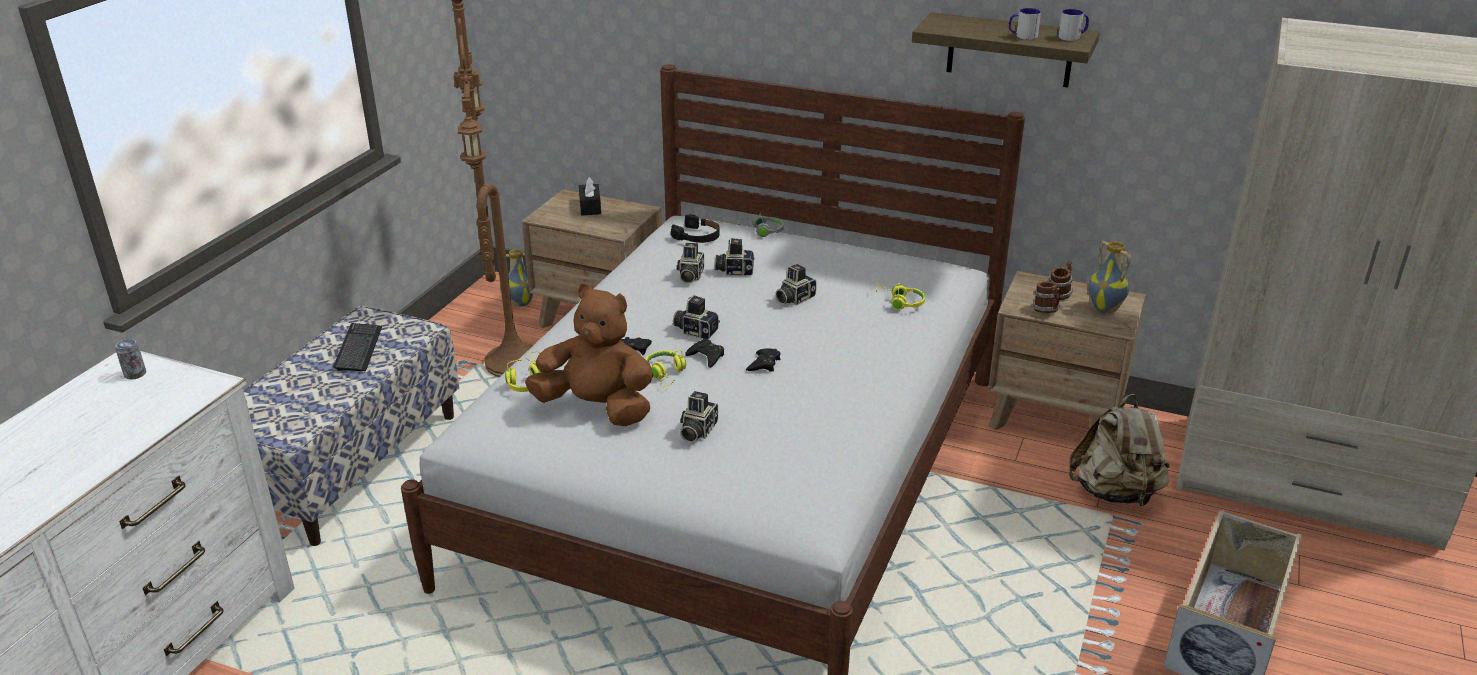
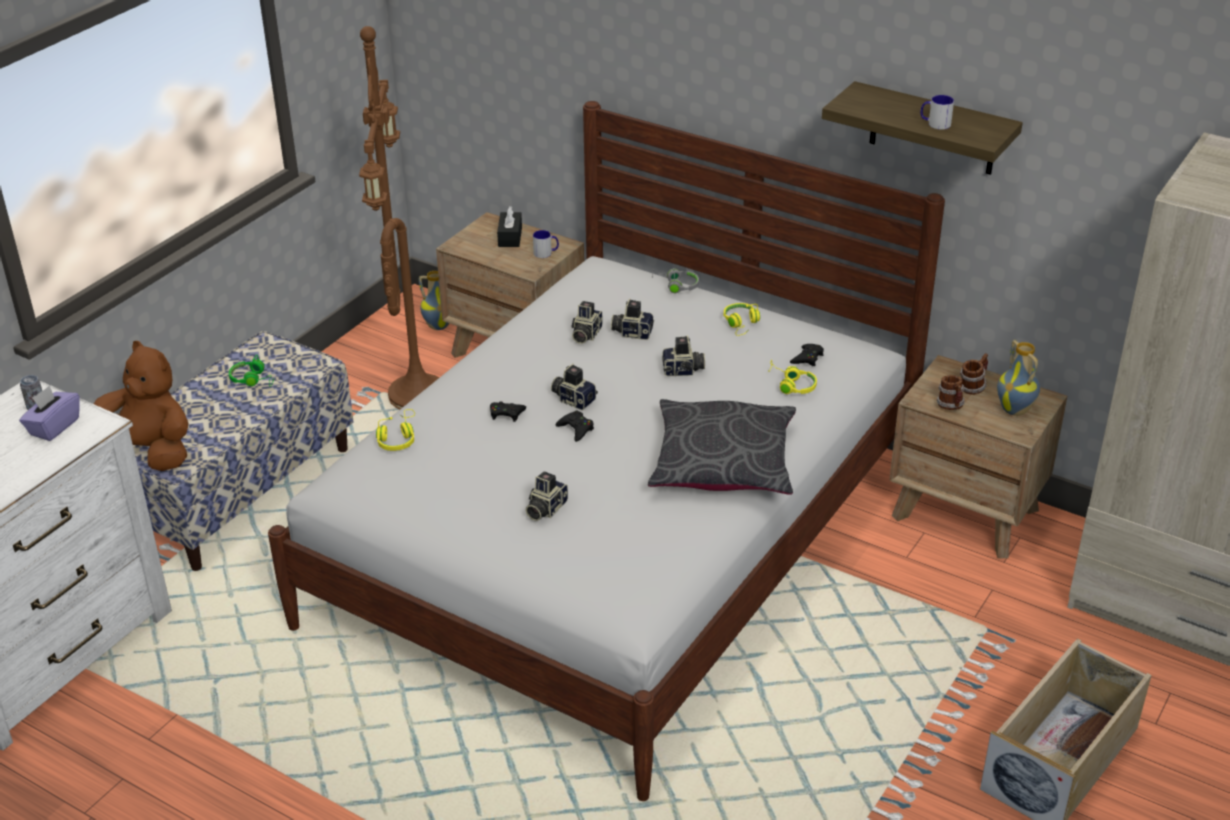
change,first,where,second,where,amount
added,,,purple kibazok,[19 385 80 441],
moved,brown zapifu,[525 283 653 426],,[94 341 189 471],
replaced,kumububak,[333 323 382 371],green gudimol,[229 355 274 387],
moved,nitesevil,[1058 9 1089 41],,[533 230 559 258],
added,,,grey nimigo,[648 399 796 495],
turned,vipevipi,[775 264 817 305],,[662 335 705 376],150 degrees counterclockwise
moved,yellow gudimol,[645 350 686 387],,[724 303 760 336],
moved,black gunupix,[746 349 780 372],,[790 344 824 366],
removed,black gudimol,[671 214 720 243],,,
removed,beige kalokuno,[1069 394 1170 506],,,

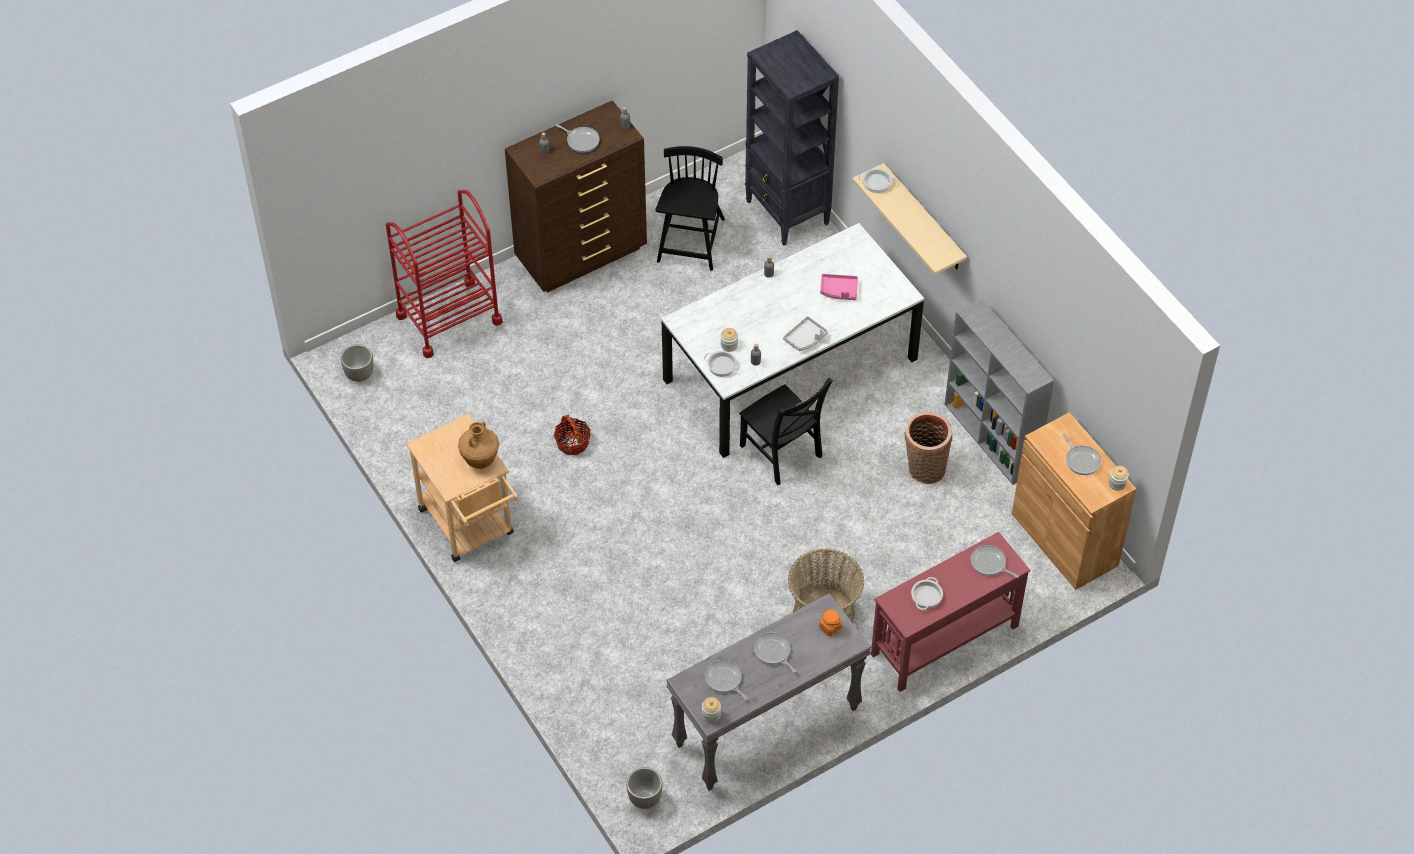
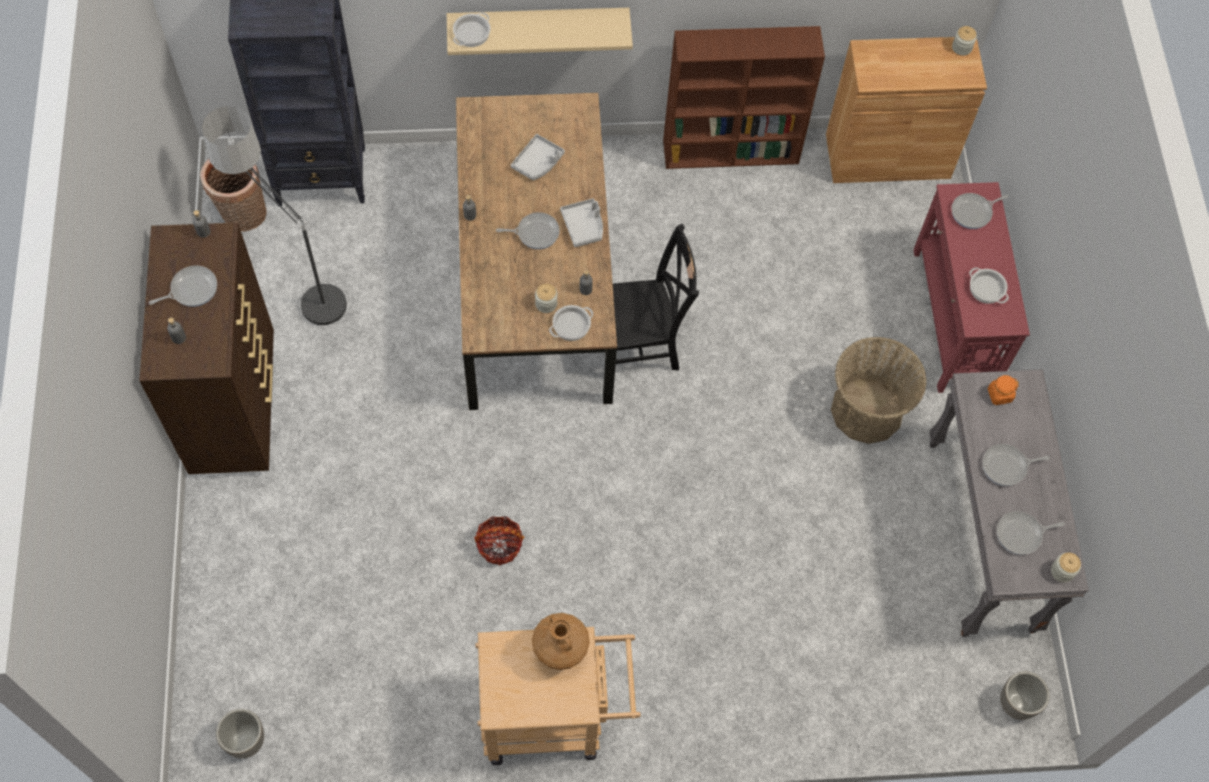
change,first,where,second,where,amount
moved,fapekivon,[904 412 952 484],,[200 159 267 232],
replaced,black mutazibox,[655 146 725 271],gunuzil,[202 106 347 326],
recoloured,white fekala,[661 223 924 458],brown fekala,[456 93 617 410],
moved,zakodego,[1062 434 1101 475],,[496 212 560 249],
recoloured,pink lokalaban,[820 274 858 300],grey lokalaban,[511 134 565 180],
recoloured,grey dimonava,[945 299 1054 485],brown dimonava,[663 26 825 169],
removed,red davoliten,[386 190 503 358],,,

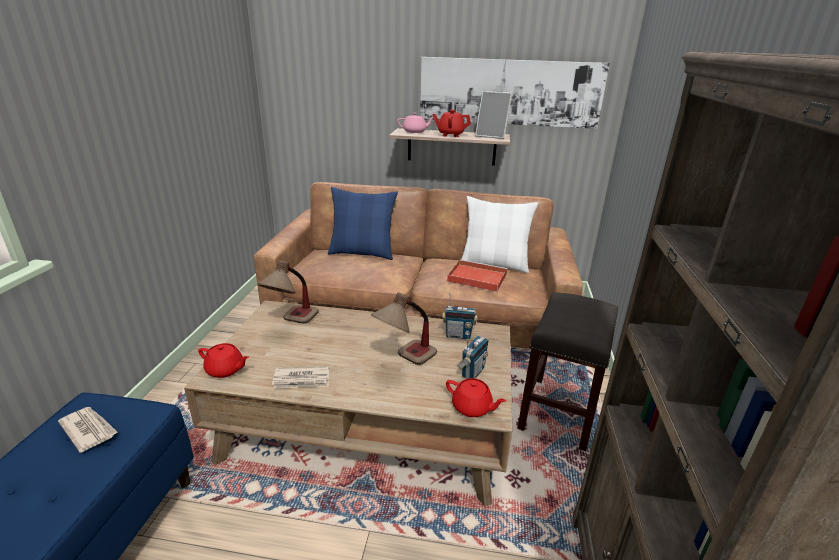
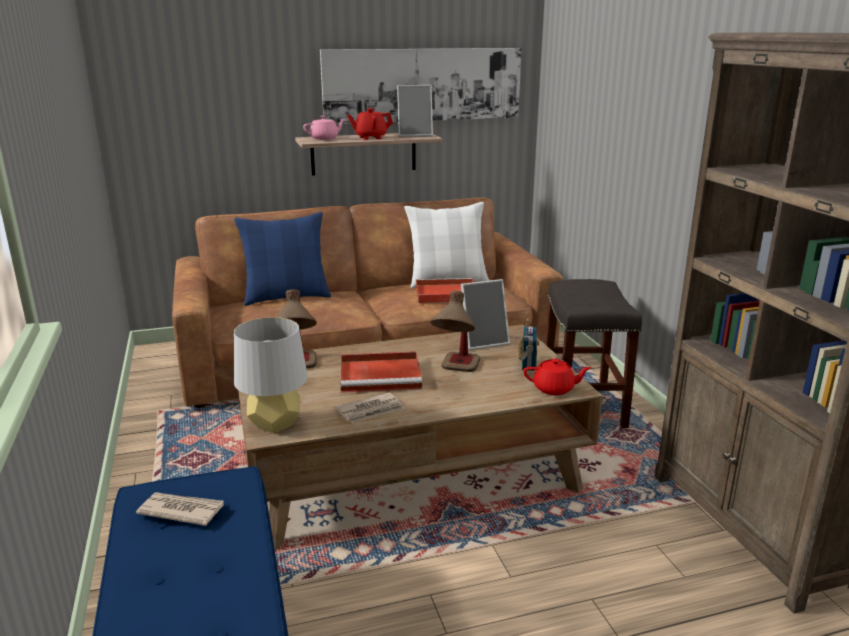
change,first,where,second,where,amount
replaced,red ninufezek,[198 343 249 378],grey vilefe,[234 317 308 433],
added,,,red lokalaban,[340 351 422 393],
replaced,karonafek,[442 292 478 339],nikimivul,[461 279 510 350],

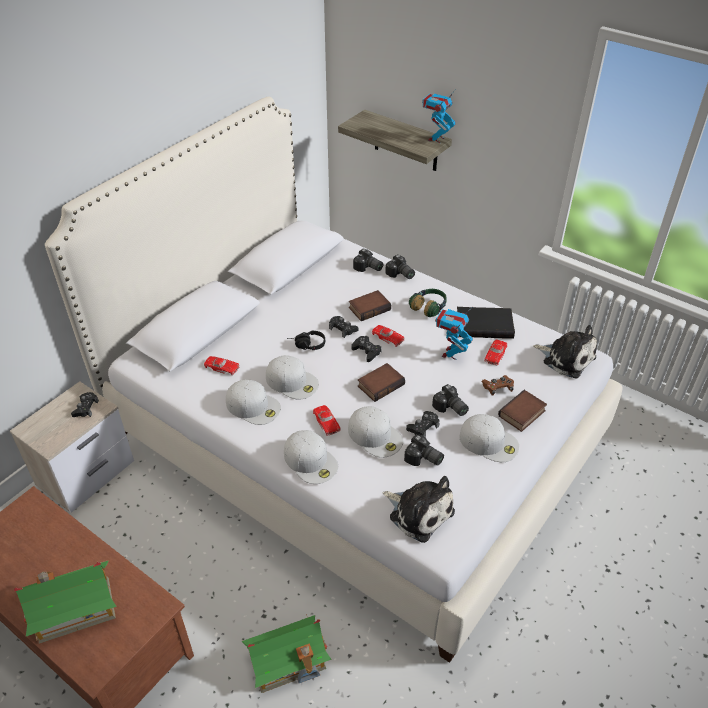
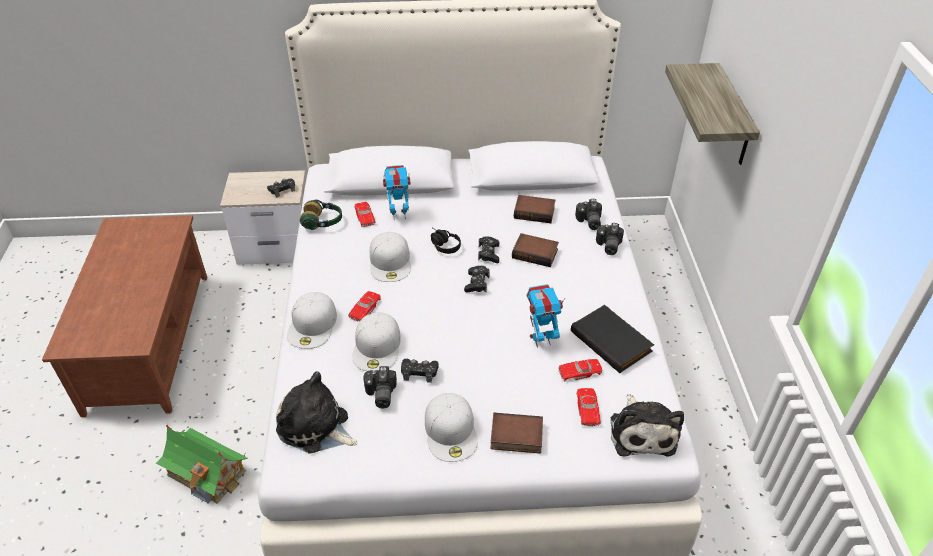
change,first,where,second,where,amount
turned,zapifu,[383 476 455 543],,[276 371 358 453],120 degrees clockwise
moved,gudimol,[409 289 447 317],,[300 200 342 230],
moved,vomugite,[422 90 456 143],,[383 165 410 220],
moved,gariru,[358 363 405 402],,[514 195 555 223],
moved,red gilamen,[372 325 405 347],,[577 388 601 427],
removed,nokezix,[14 560 117 644],,,
removed,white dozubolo,[226 379 281 425],,,
removed,vipevipi,[432 384 469 416],,,
removed,brown gunupix,[482 375 514 396],,,

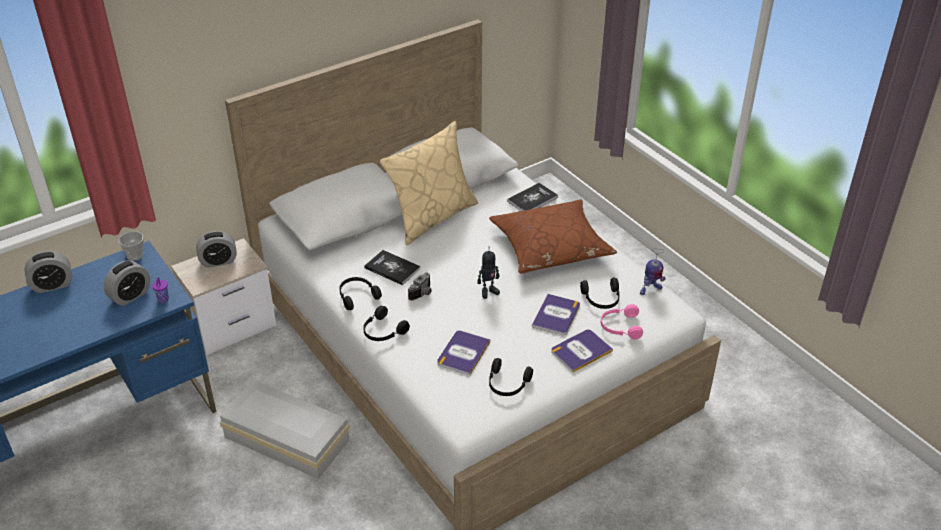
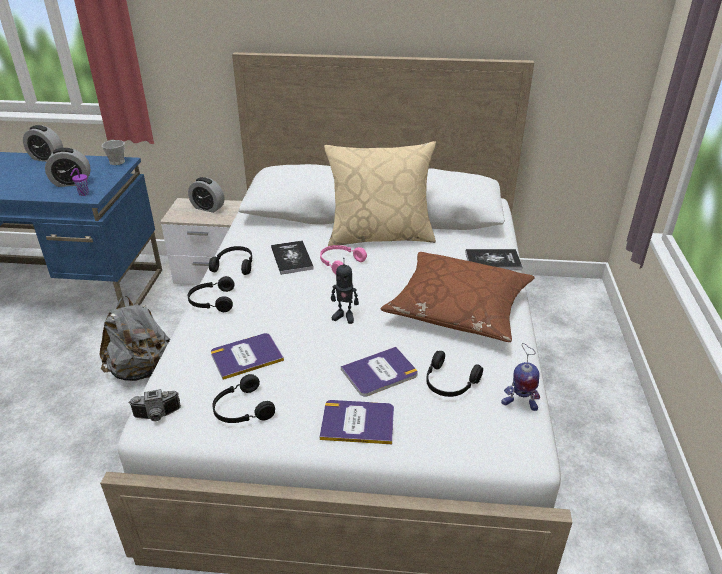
change,first,where,second,where,amount
replaced,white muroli,[220 380 350 479],grey kalokuno,[100 296 170 381],
moved,vipevipi,[408 273 432 300],,[129 389 181 421],
moved,pink gudimol,[601 304 643 339],,[320 245 367 275],

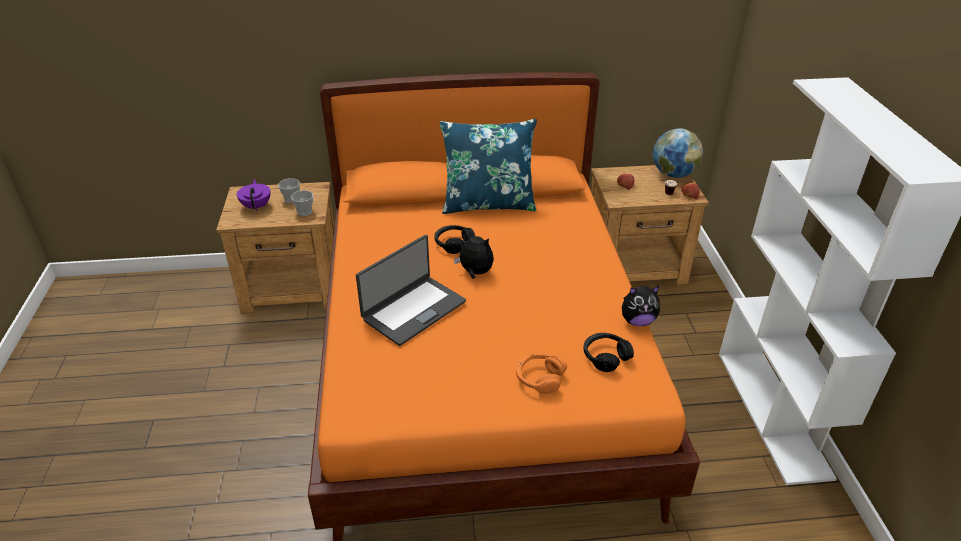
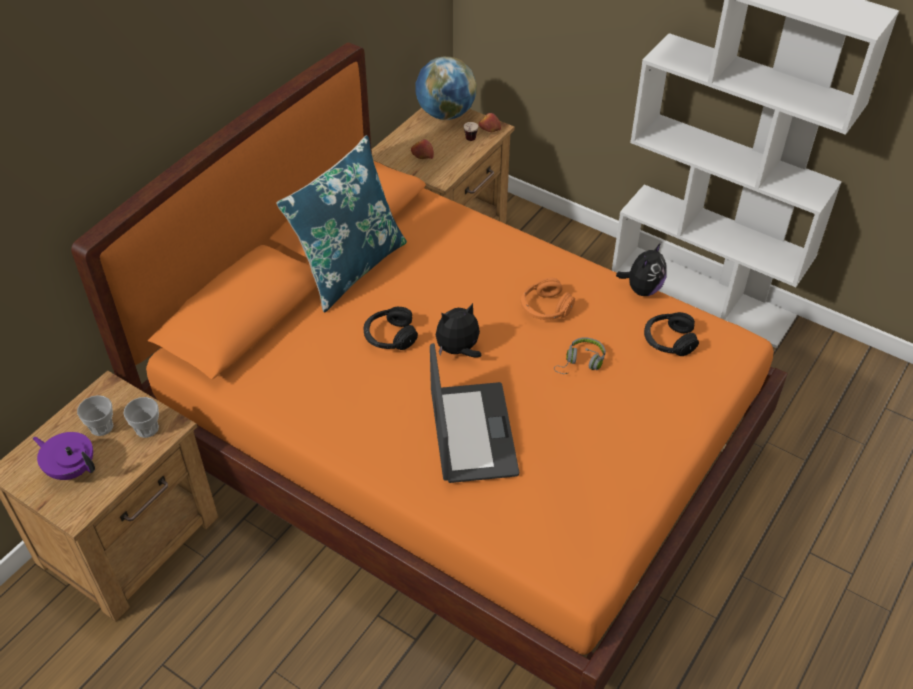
change,first,where,second,where,amount
moved,orange gudimol,[516 354 567 394],,[521 278 575 320],
added,,,grey gudimol,[554 337 606 374],

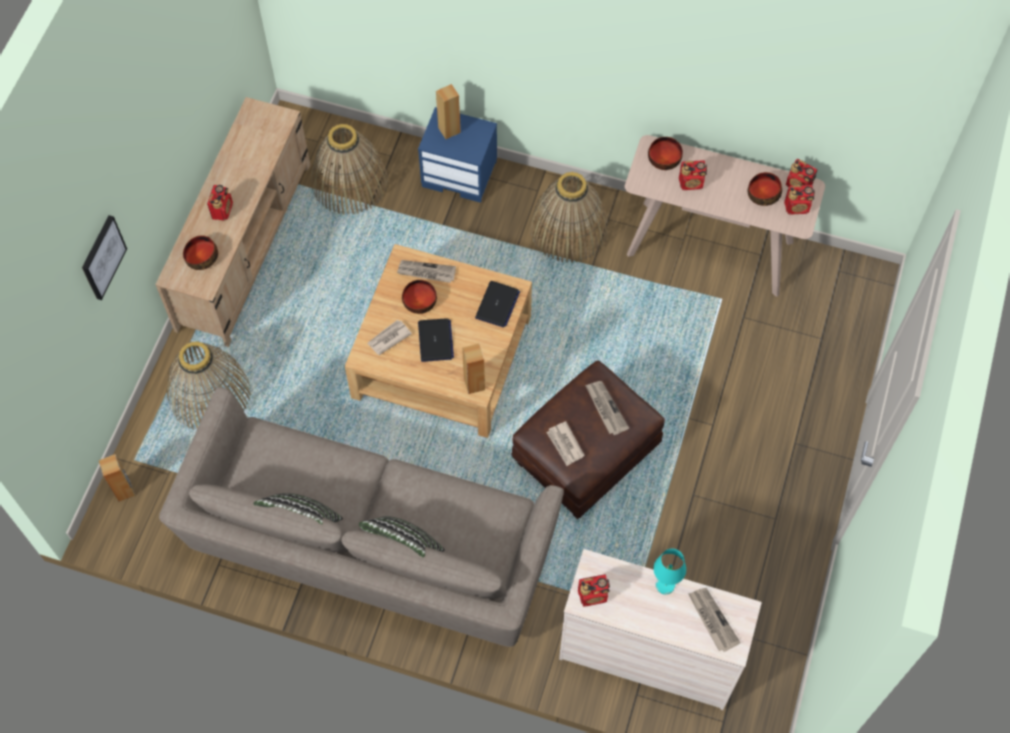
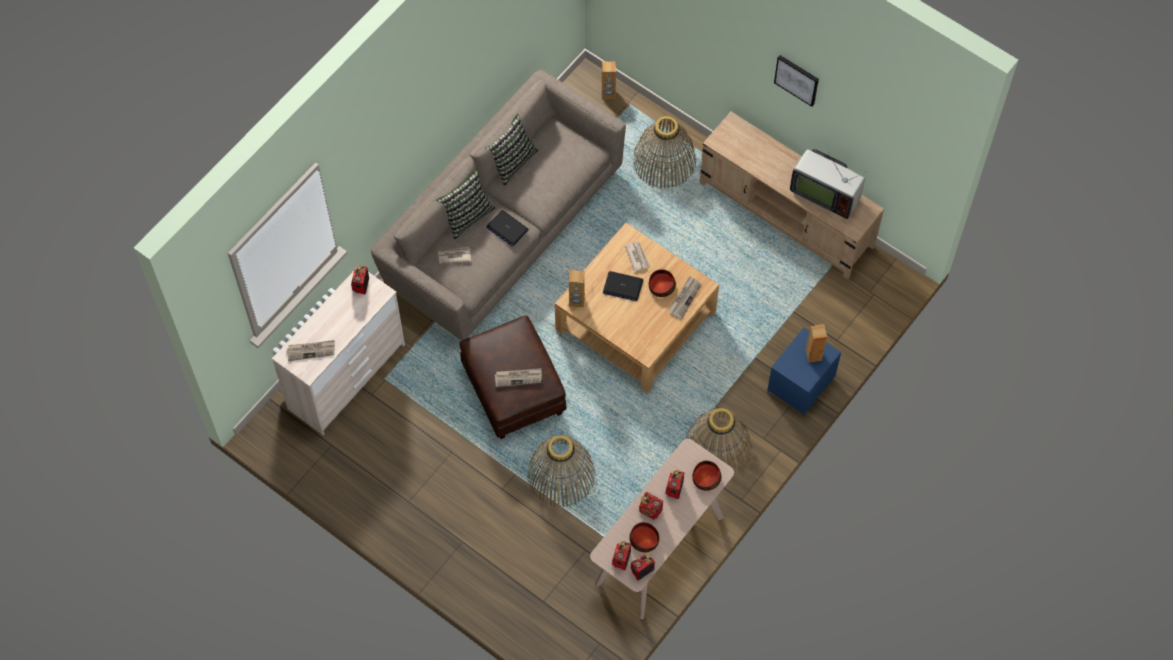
change,first,where,second,where,amount
moved,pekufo,[546 421 585 466],,[438 247 471 264],
moved,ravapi,[475 281 520 328],,[487 210 529 246],
moved,fapekivon,[311 124 388 215],,[527 435 595 507],
moved,karonafek,[207 185 233 221],,[639 491 663 520],
moved,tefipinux,[82 215 127 300],,[774 55 819 107],
added,,,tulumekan,[790 149 867 219],
removed,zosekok,[183 235 218 270],,,
removed,turquoise vilefe,[653 549 686 594],,,

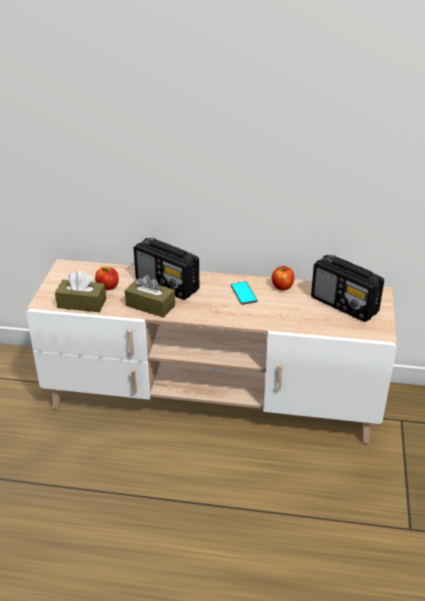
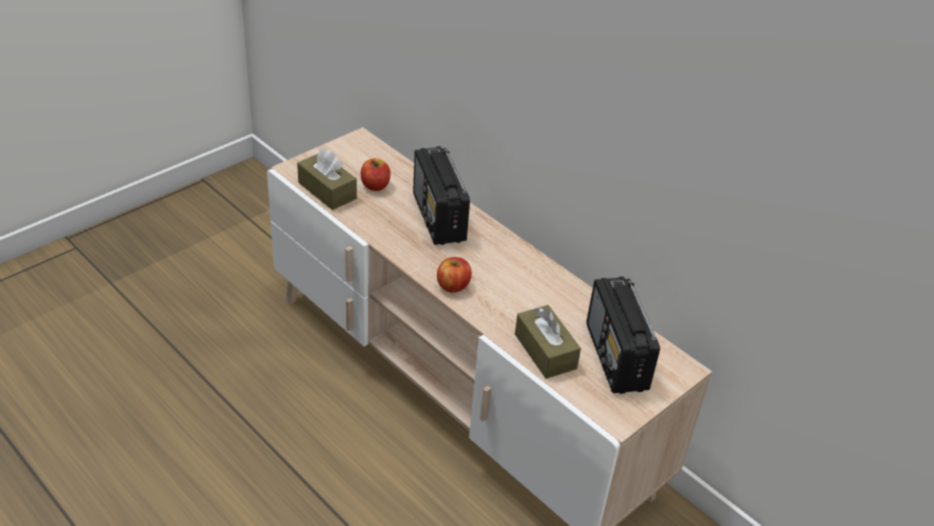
change,first,where,second,where,amount
moved,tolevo,[272 266 294 290],,[437 257 472 293],
moved,brown kibazok,[125 275 175 318],,[515 305 581 379],
removed,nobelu,[231 281 258 305],,,

